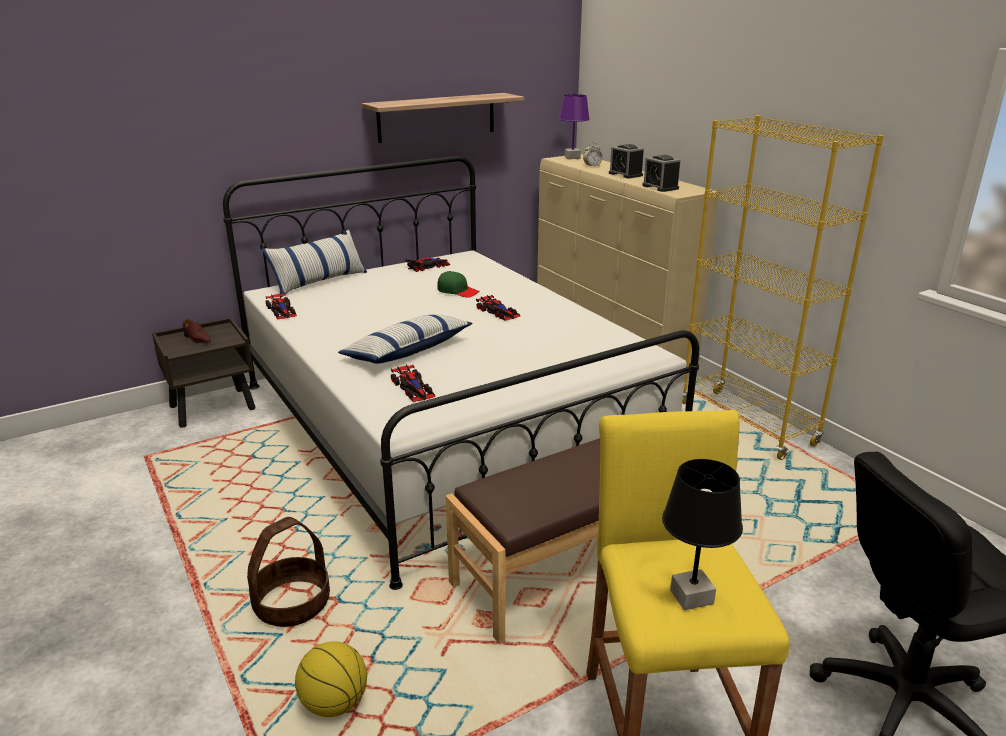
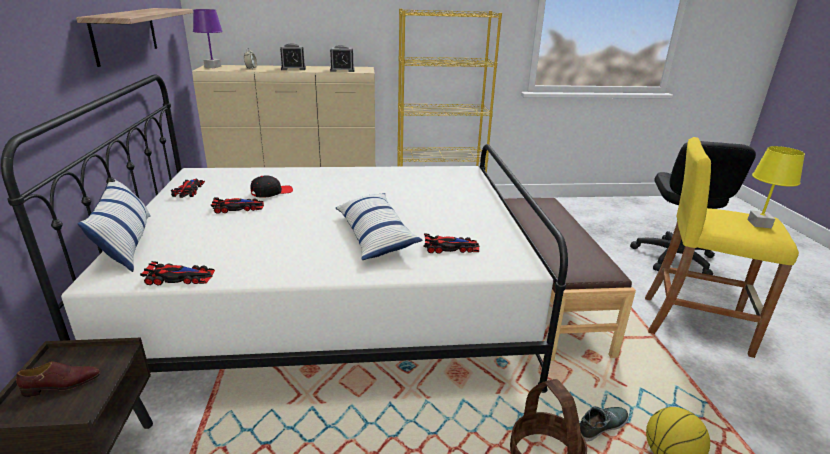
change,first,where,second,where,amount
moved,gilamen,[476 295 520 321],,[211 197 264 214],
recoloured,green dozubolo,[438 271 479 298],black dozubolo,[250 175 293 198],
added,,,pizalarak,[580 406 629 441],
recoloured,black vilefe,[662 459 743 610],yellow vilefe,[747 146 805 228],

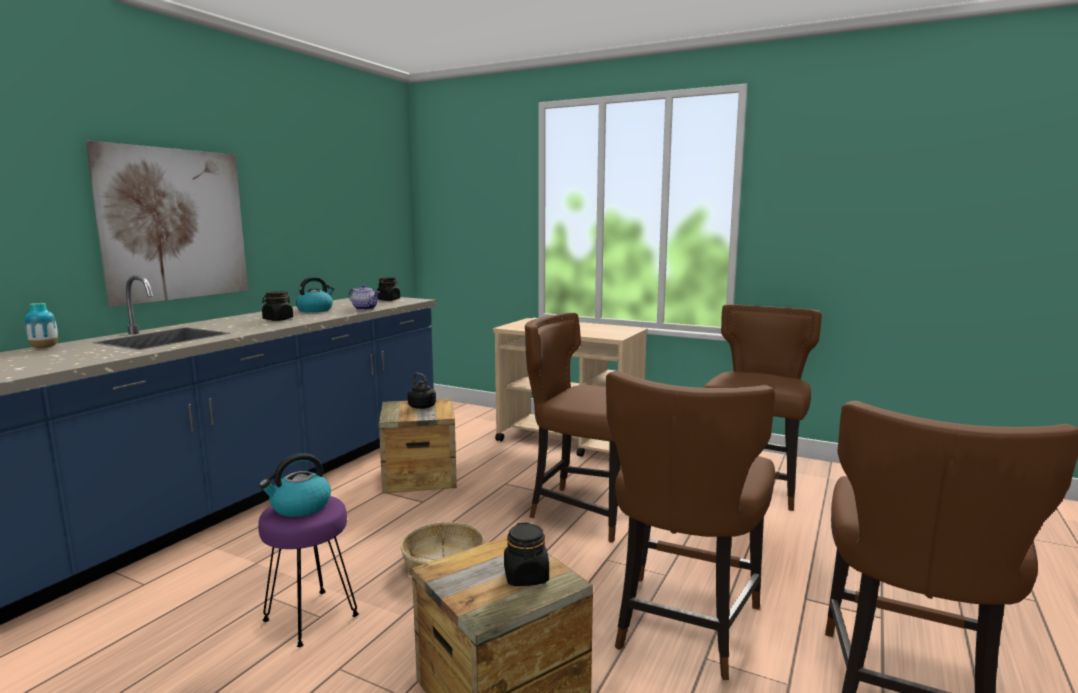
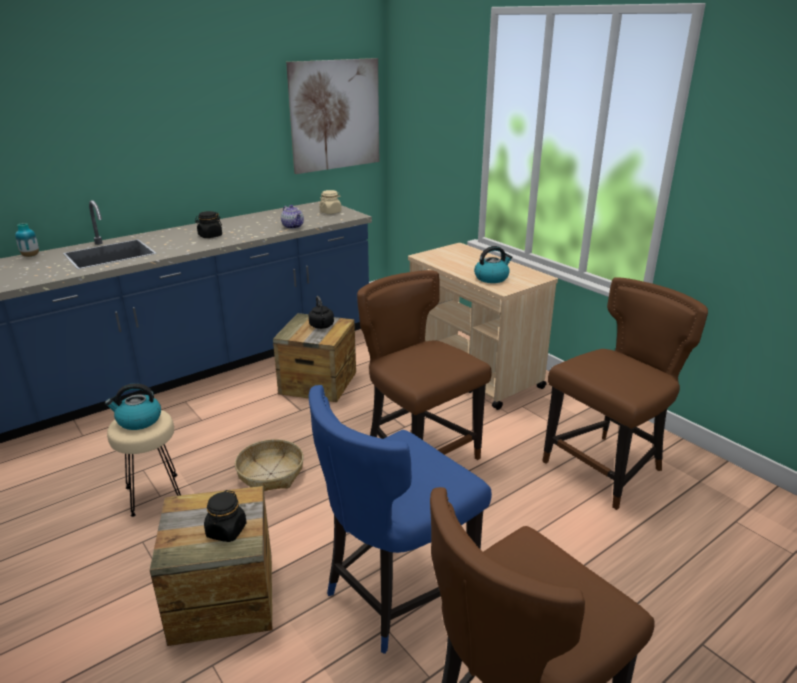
change,first,where,second,where,amount
recoloured,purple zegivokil,[258 496 359 647],beige zegivokil,[107 410 181 517],
moved,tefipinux,[86 141 248 307],,[286 58 379 174],
recoloured,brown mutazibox,[606 371 775 680],blue mutazibox,[309 385 492 654],
recoloured,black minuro,[377 277 400 301],beige minuro,[319 190 341 214],
moved,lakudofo,[296 277 334 312],,[474 246 513 283],

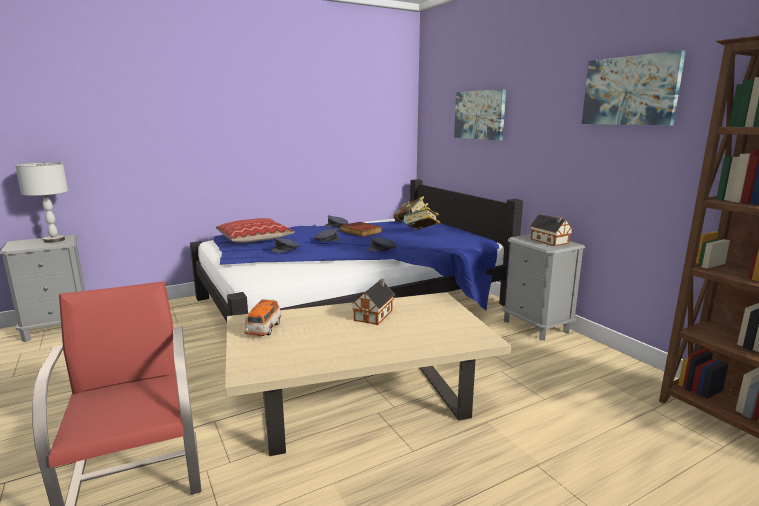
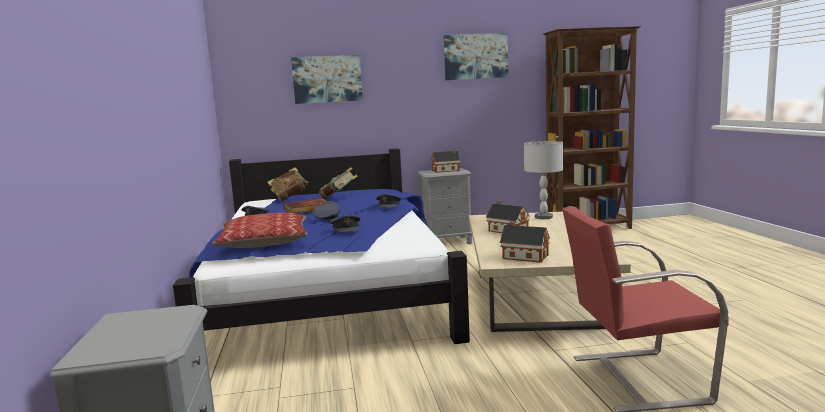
change,first,where,second,where,amount
replaced,gilamen,[245 299 281 336],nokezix,[500 221 550 263],
moved,grey vilefe,[15 162 68 243],,[524 141 563 219],

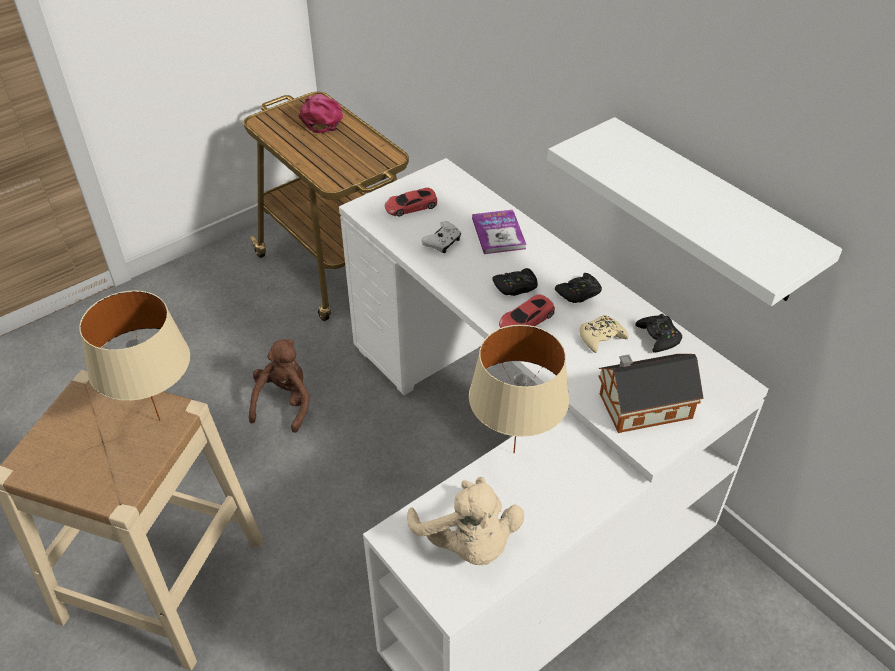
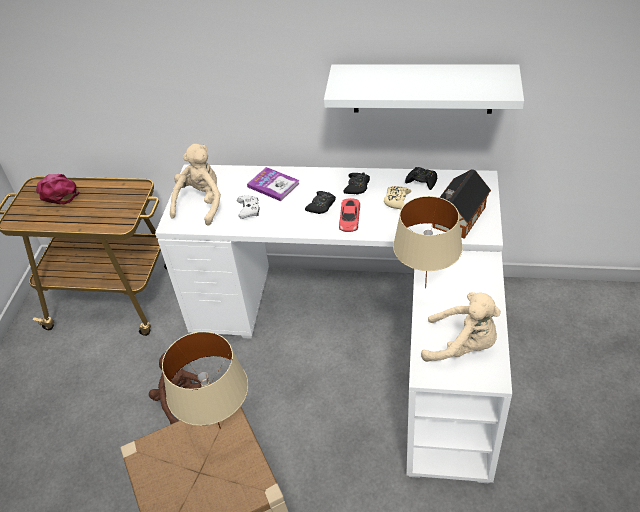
change,first,where,second,where,amount
replaced,red gilamen,[385 188 437 216],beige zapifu,[170 144 221 226],

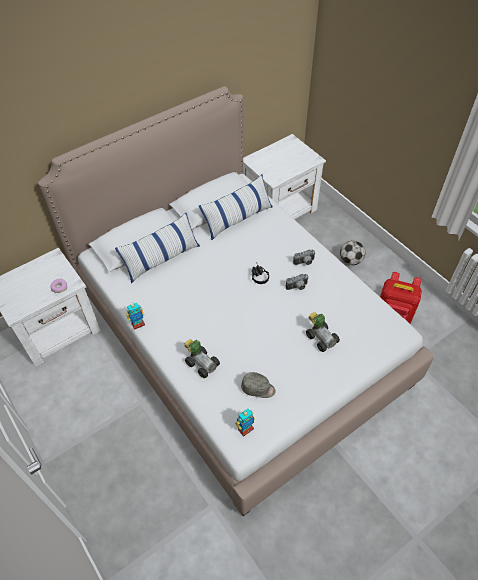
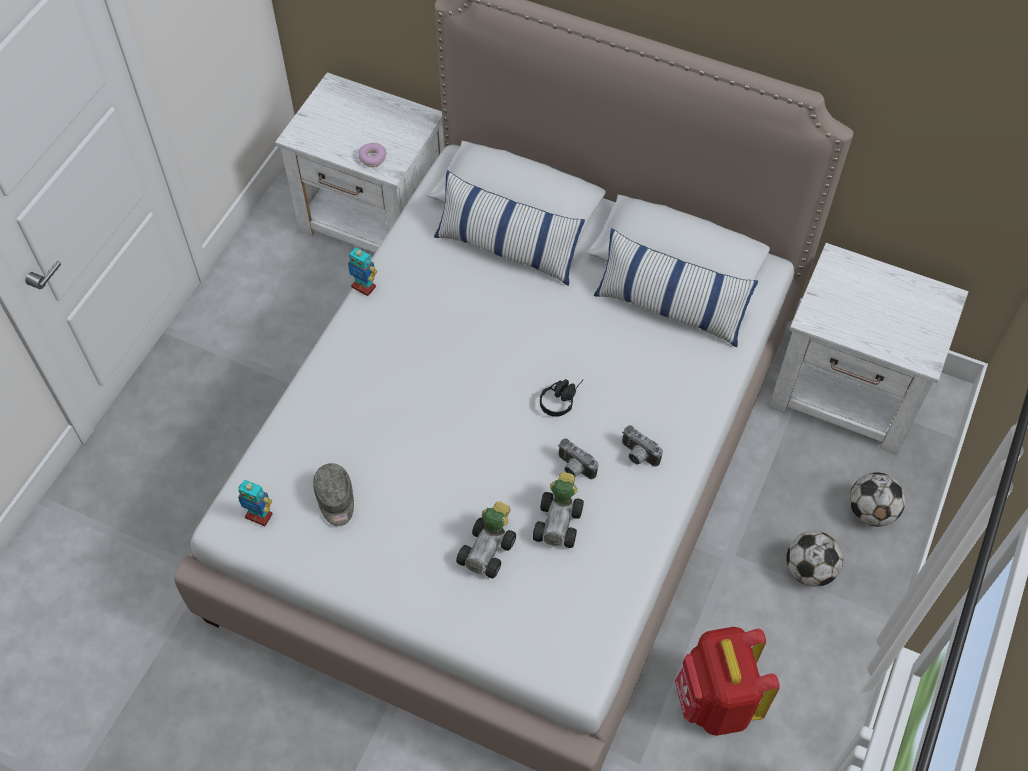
change,first,where,second,where,amount
moved,gilamen,[184 339 220 378],,[533 472 584 548],
added,,,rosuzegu,[850 473 905 527],

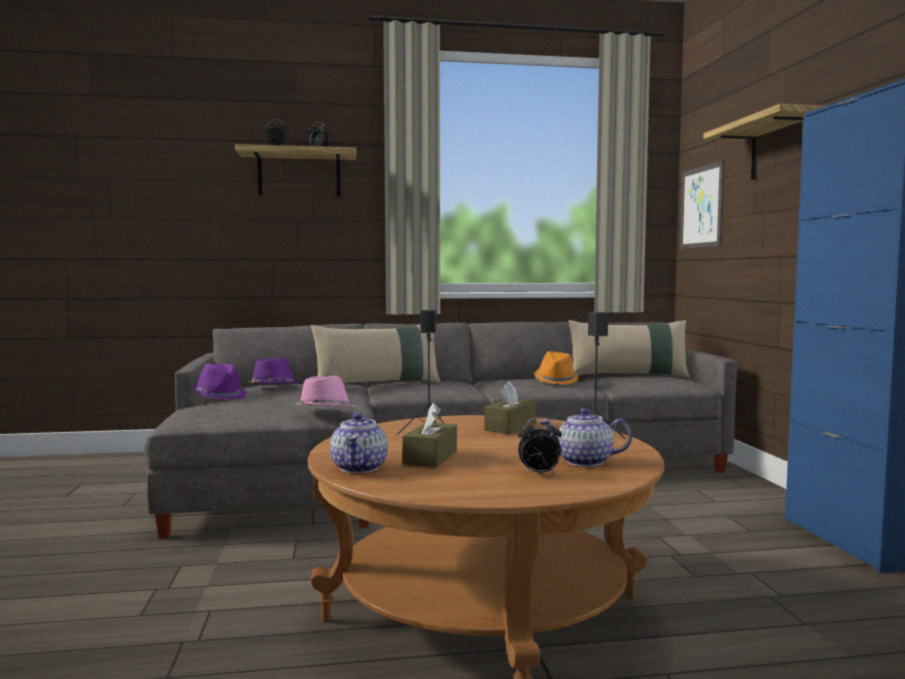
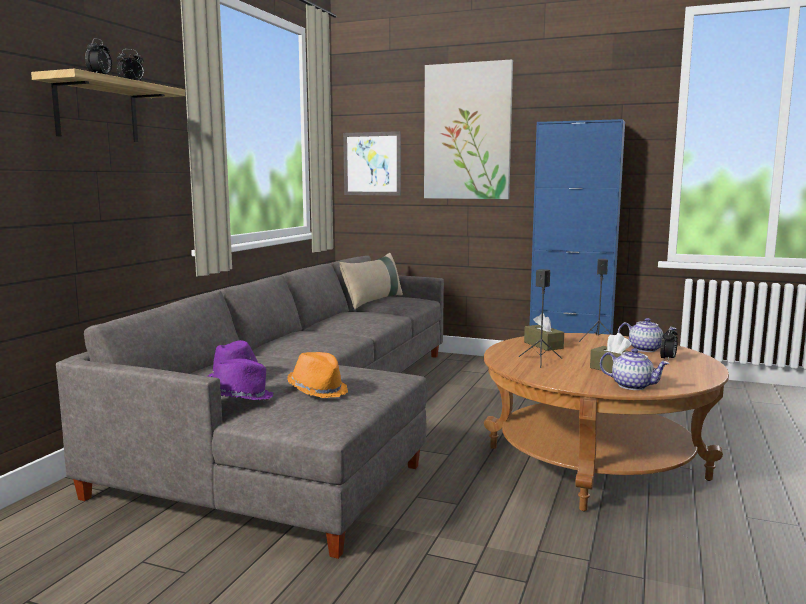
change,first,where,second,where,amount
moved,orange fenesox,[535 351 579 385],,[287 352 348 398],
replaced,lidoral,[703 104 824 180],tefipinux,[424 59 513 199],
turned,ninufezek,[539 408 632 467],,[618 318 676 352],105 degrees counterclockwise
removed,pink fenesox,[296 376 356 407],,,
removed,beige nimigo,[311 325 441 384],,,

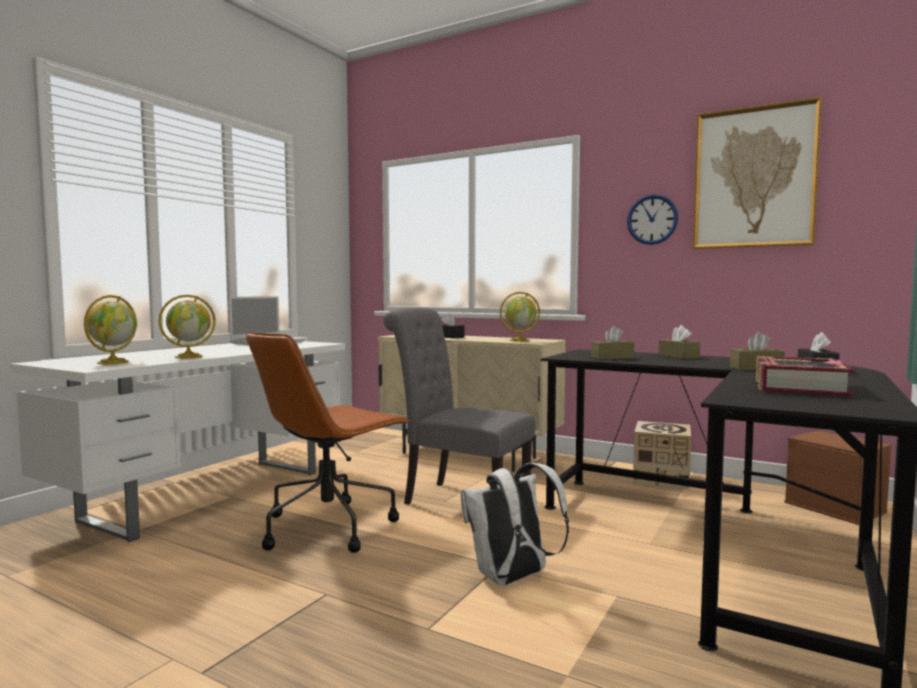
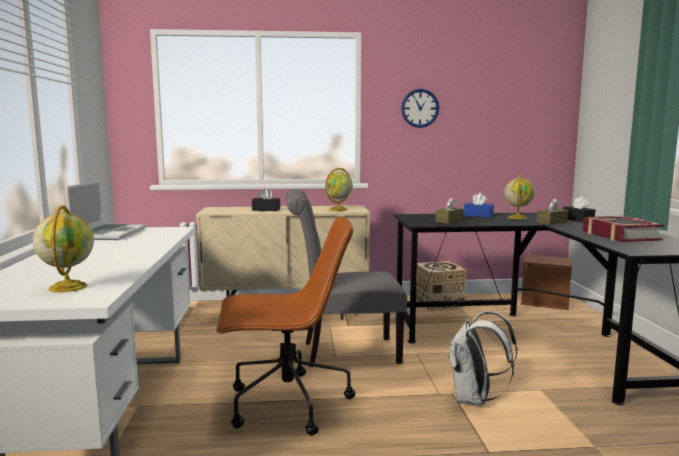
change,first,where,second,where,amount
turned,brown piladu,[246 332 410 553],,[216 216 355 436],105 degrees counterclockwise
recoloured,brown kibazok,[659 325 700 359],blue kibazok,[464 193 494 218],
moved,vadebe,[159 295 216 358],,[504 174 535 219],
removed,tefipinux,[693 97 822 249],,,

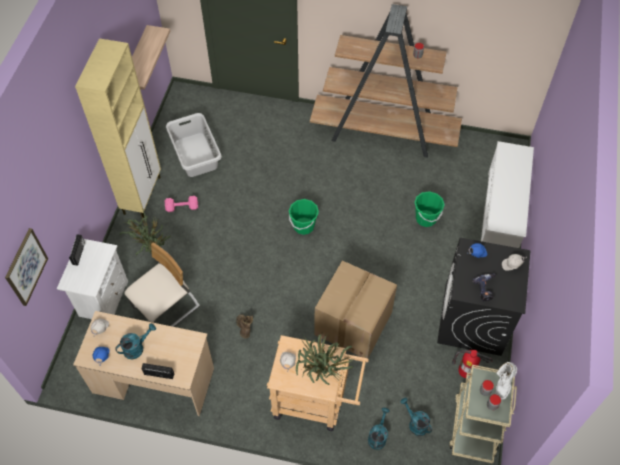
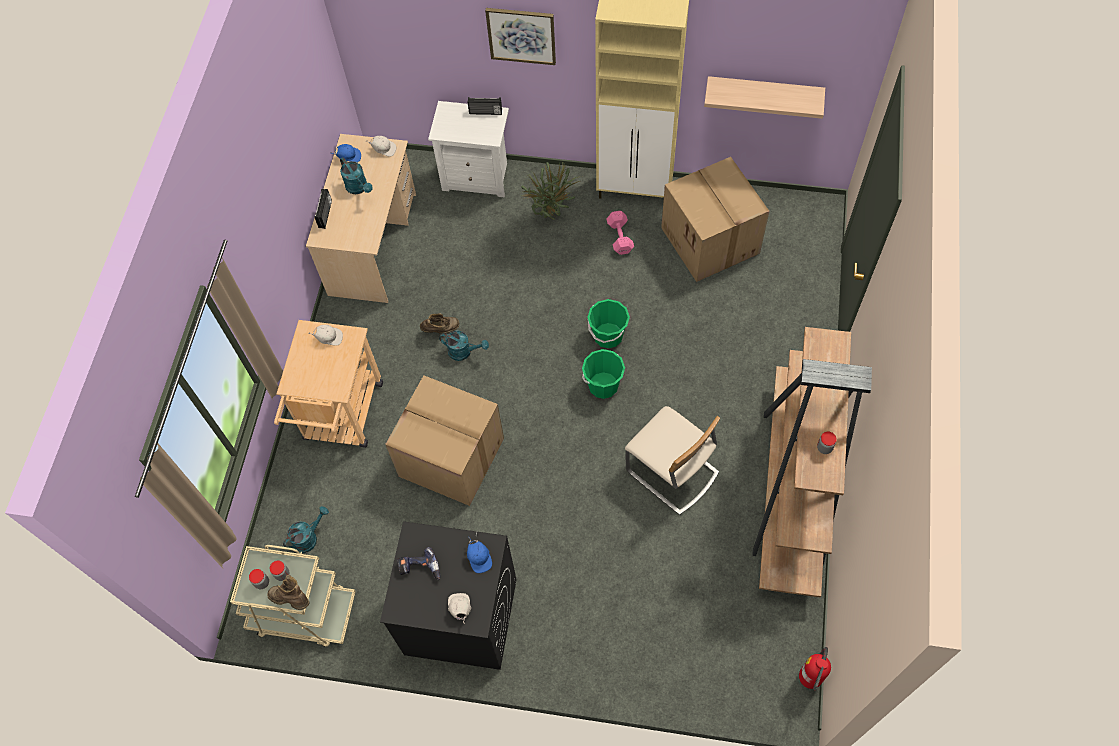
change,first,where,second,where,amount
recoloured,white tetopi,[496 362 517 400],brown tetopi,[267 575 309 610],
moved,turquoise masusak,[368 407 390 450],,[439 330 489 361],
moved,tefipinux,[5 228 48 306],,[485 8 556 65],
moved,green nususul,[414 191 445 227],,[587 299 630 348],
moved,beige mutazibox,[124 242 200 327],,[625 406 720 515],
replaced,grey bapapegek,[166 113 222 177],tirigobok,[661 157 769 282],
moved,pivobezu,[452 350 493 378],,[799 647 831 691],
removed,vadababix,[296 334 354 385],,,
removed,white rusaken,[481 141 534 248],,,

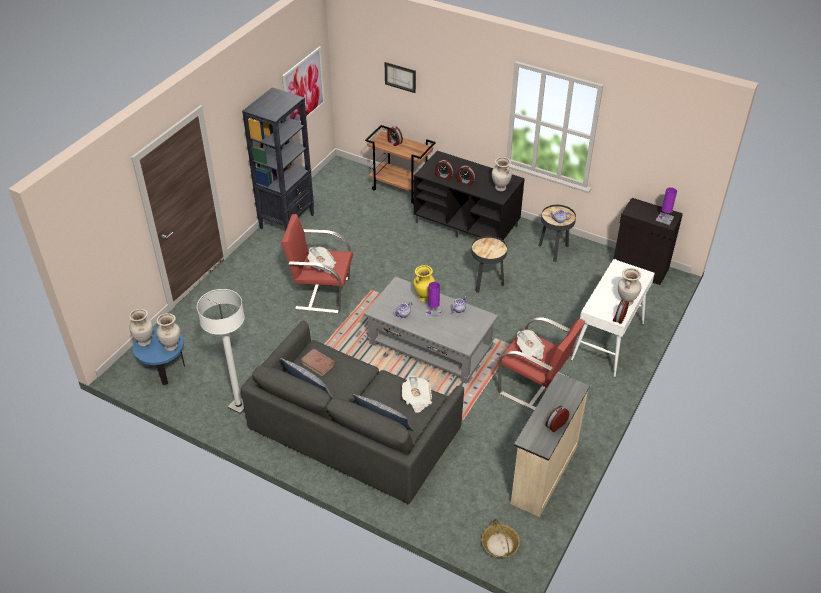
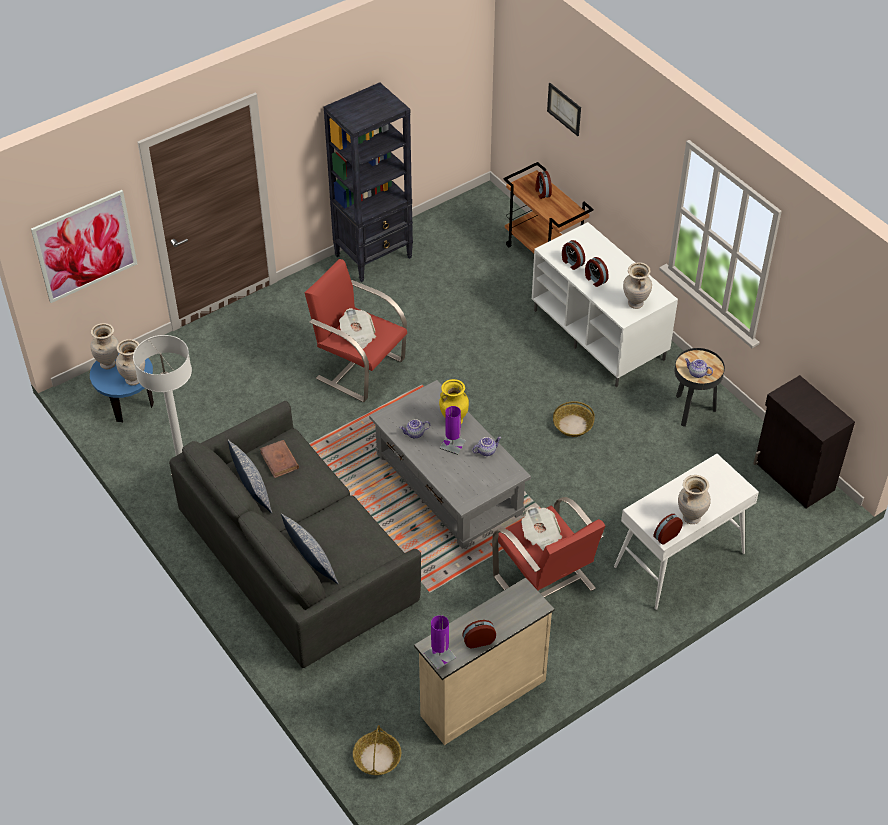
change,first,where,second,where,amount
moved,tefipinux,[282 46 325 122],,[31 190 137 303],
moved,purple vilefe,[656 187 677 225],,[424 615 456 670],
recoloured,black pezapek,[414 151 525 240],white pezapek,[532 222 678 387],
replaced,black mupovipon,[471 236 507 293],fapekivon,[553 401 595 437],
removed,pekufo,[402 375 432 413],,,

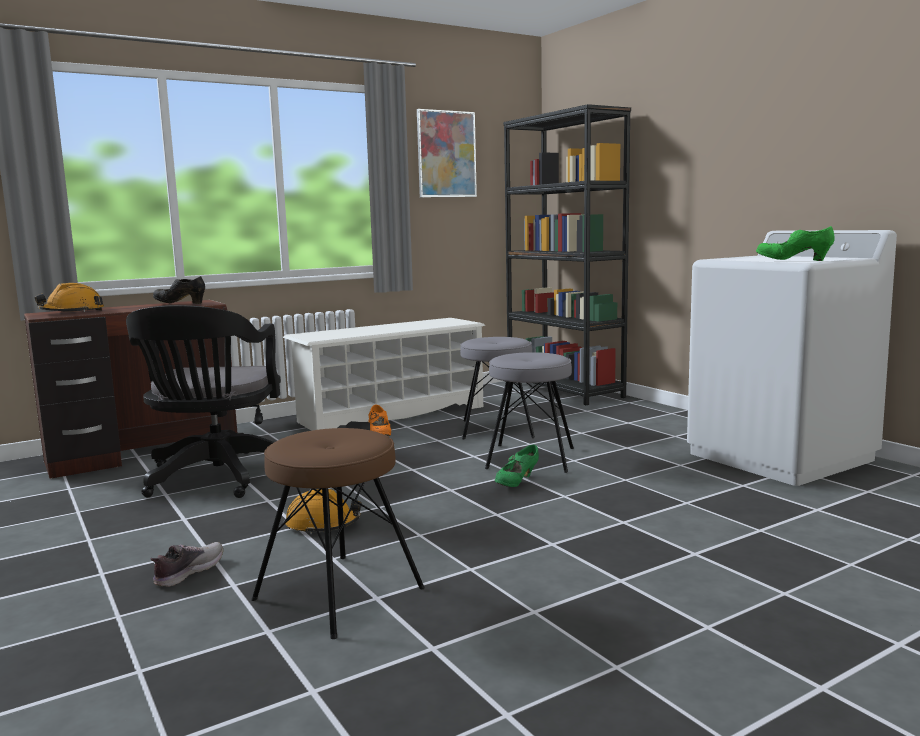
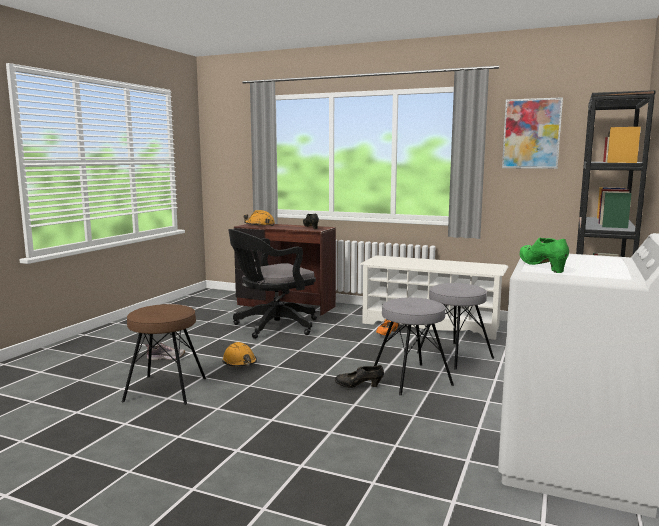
change,first,where,second,where,amount
recoloured,green pizalarak,[495 445 539 487],black pizalarak,[335 365 384 388],

